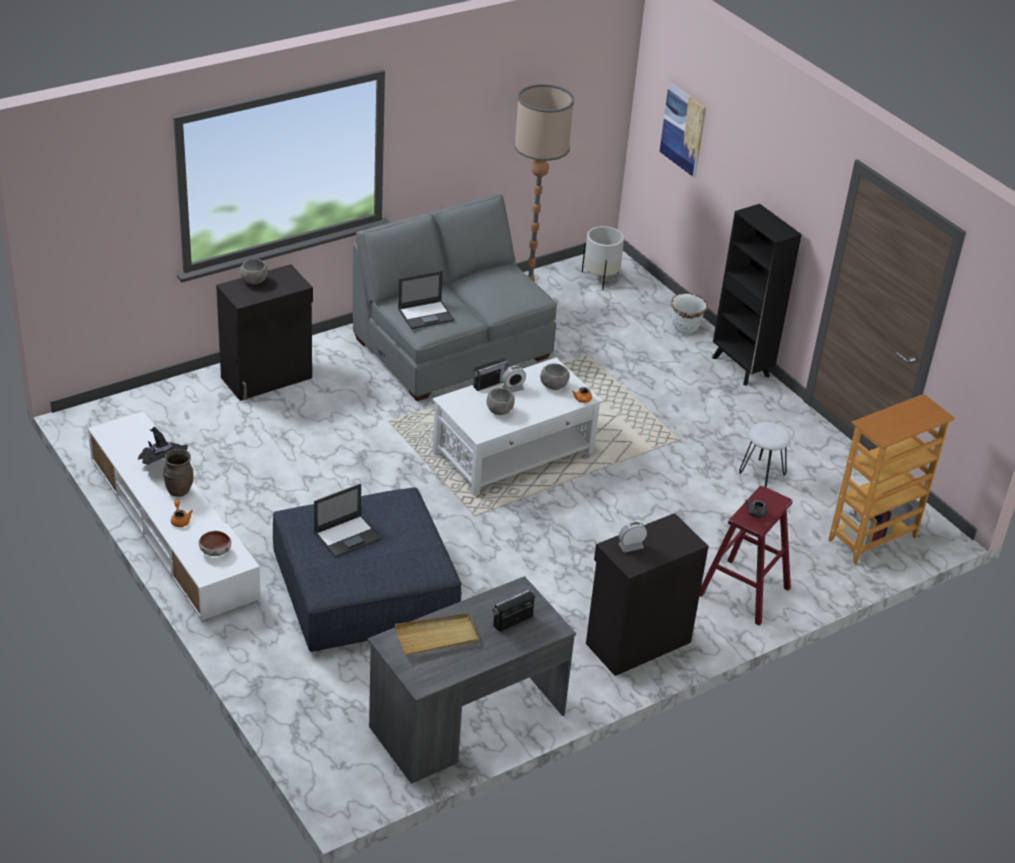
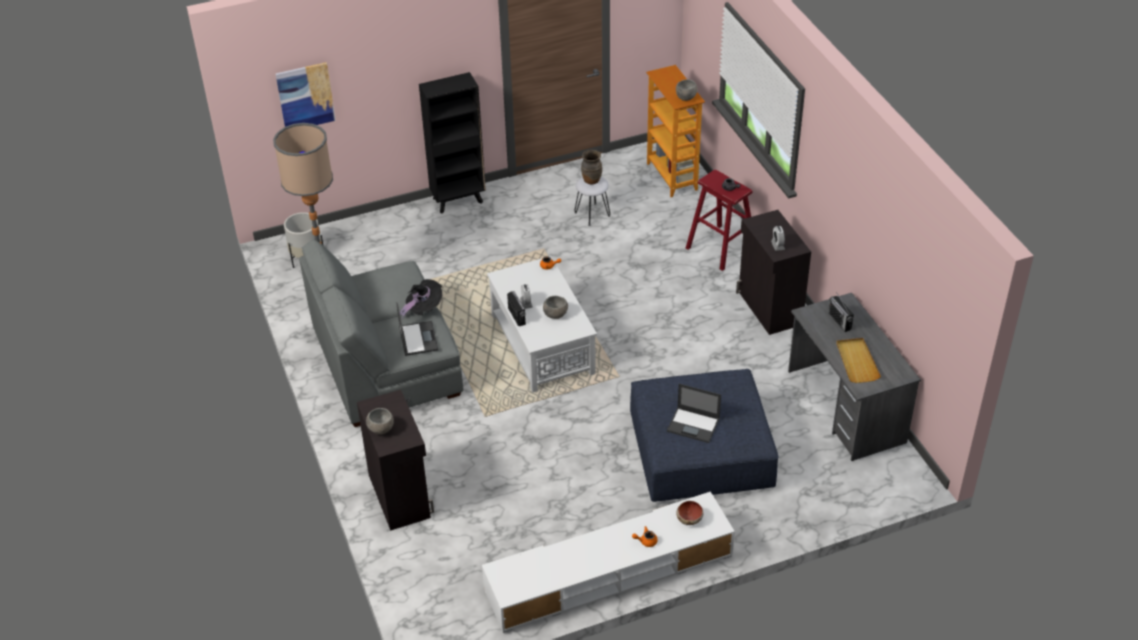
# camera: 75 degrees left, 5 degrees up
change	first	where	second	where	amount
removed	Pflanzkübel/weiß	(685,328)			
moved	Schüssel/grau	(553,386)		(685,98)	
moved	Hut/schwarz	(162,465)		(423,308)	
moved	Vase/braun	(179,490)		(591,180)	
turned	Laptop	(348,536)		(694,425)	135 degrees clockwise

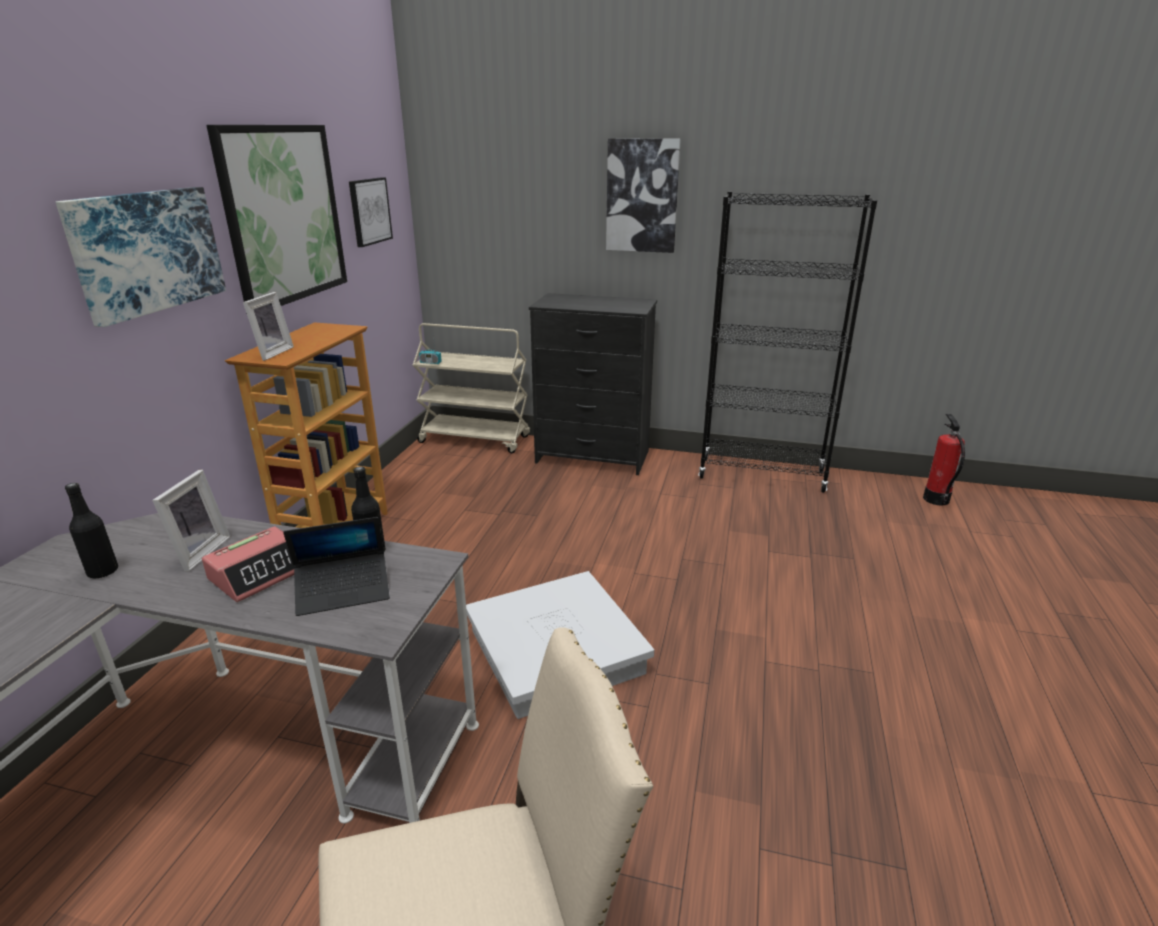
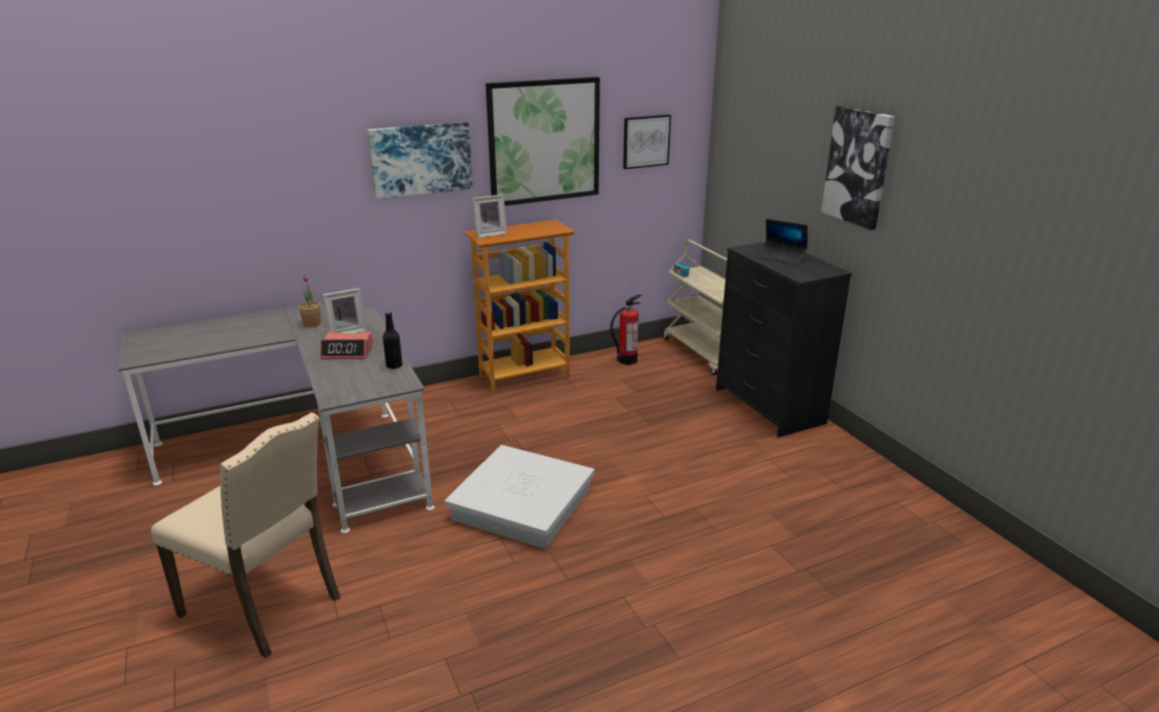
# camera: 50 degrees right, 0 degrees up
change	first	where	second	where	amount
removed	Bücherregal/schwarz	(761,475)			
moved	Feuerlöscher	(936,499)		(627,360)	
replaced	Flasche/schwarz	(103,572)	Topfpflanze	(312,324)	
moved	Laptop	(343,591)		(781,258)	

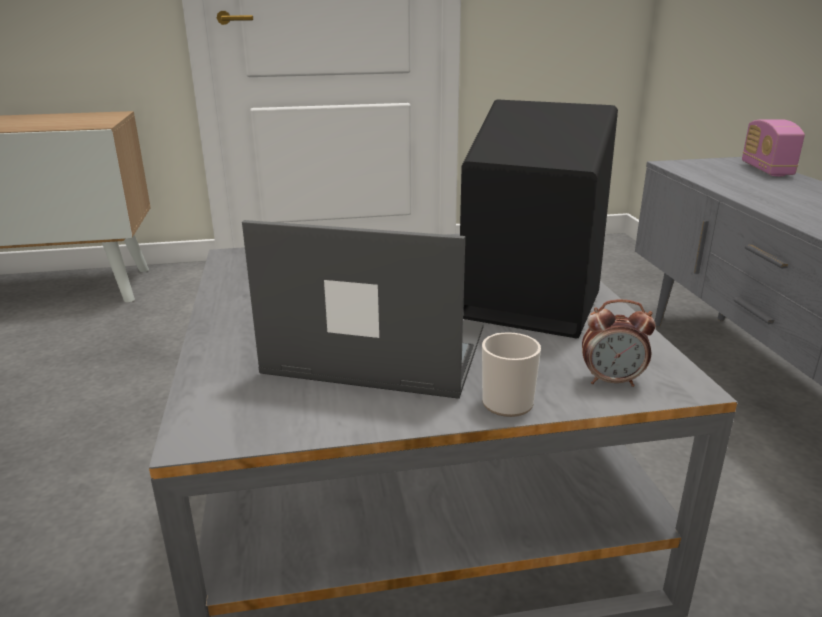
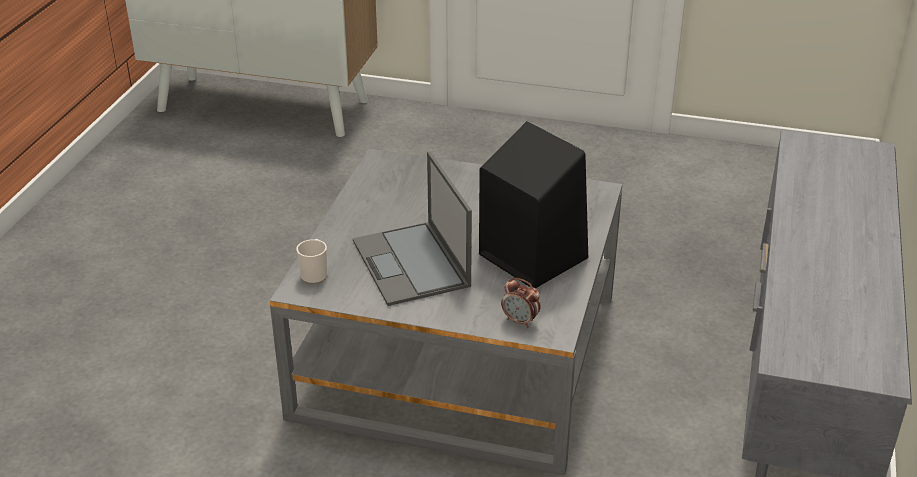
# camera: 25 degrees right, 10 degrees up
change	first	where	second	where	amount
removed	Radio	(766,170)			
turned	Laptop	(374,350)		(412,264)	150 degrees counterclockwise
moved	Henkelbecher	(505,399)		(314,274)	

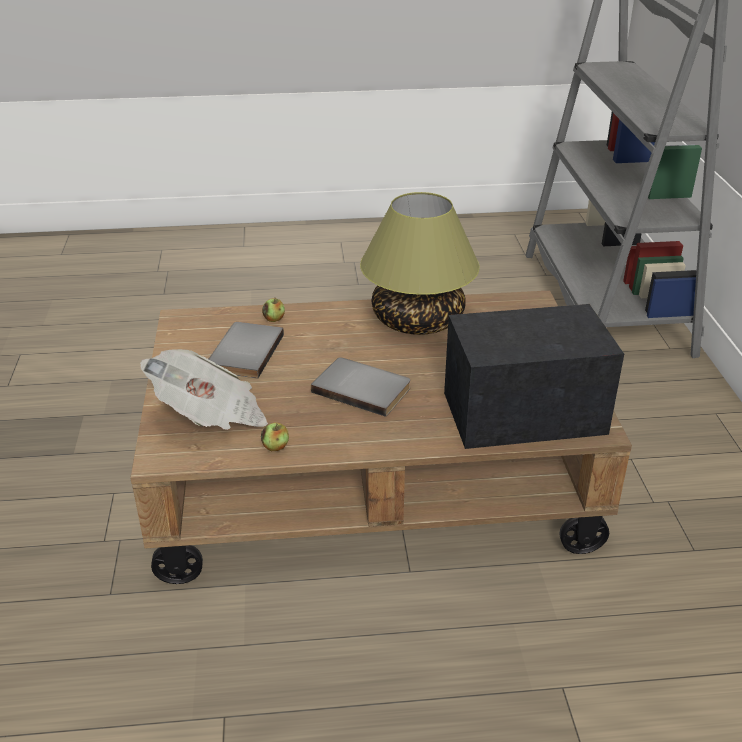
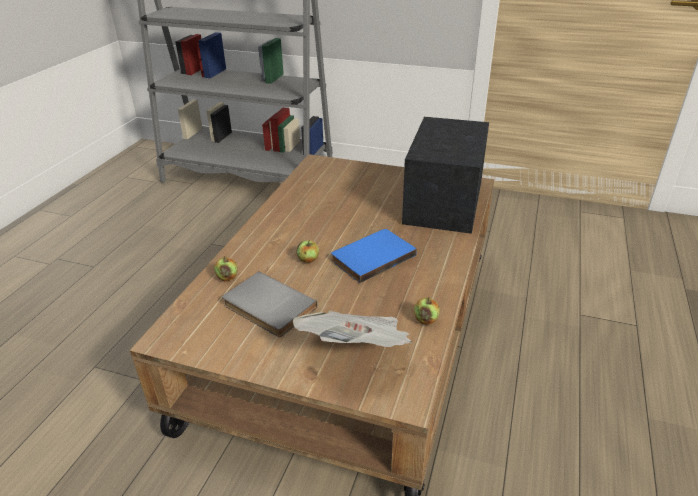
# camera: 65 degrees left, 0 degrees up
change	first	where	second	where	amount
removed	Tischlampe	(418,321)			
recoloured	Buch/grau	(363,388)	Buch/blau	(371,256)	
added			Apfel	(308,259)	

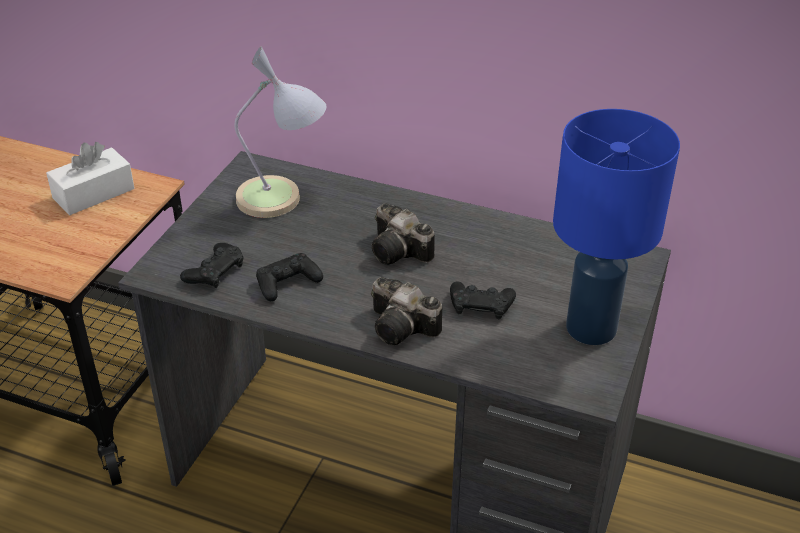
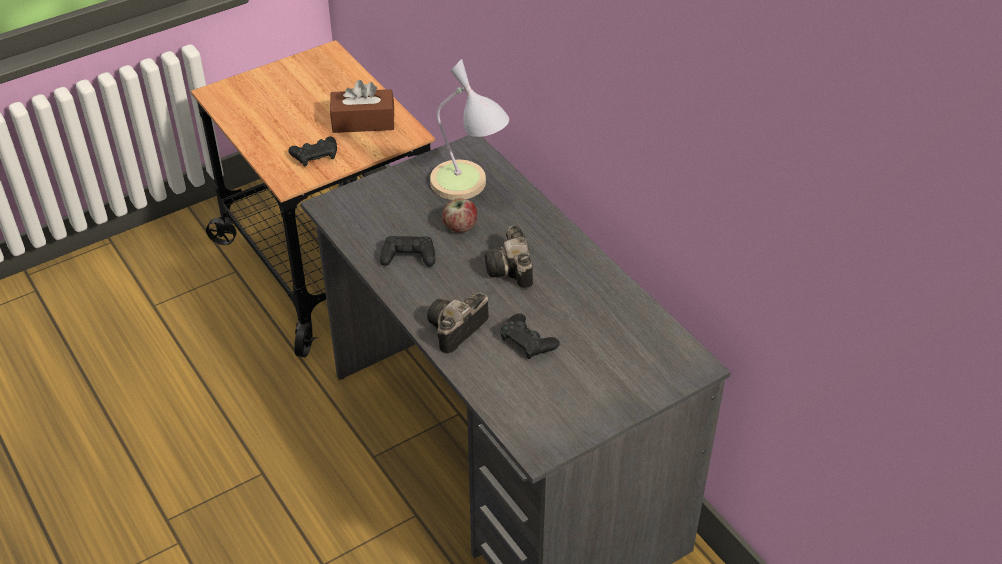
# camera: 35 degrees right, 5 degrees up
change	first	where	second	where	amount
removed	Tischlampe/blau	(591,329)			
recoloured	Taschentuchbox/weiß	(93,193)	Taschentuchbox/braun	(363,121)	
moved	Gamepad/schwarz	(214,272)		(315,155)	
turned	Kamera	(404,328)		(454,331)	60 degrees clockwise
added			Apfel	(460,226)	

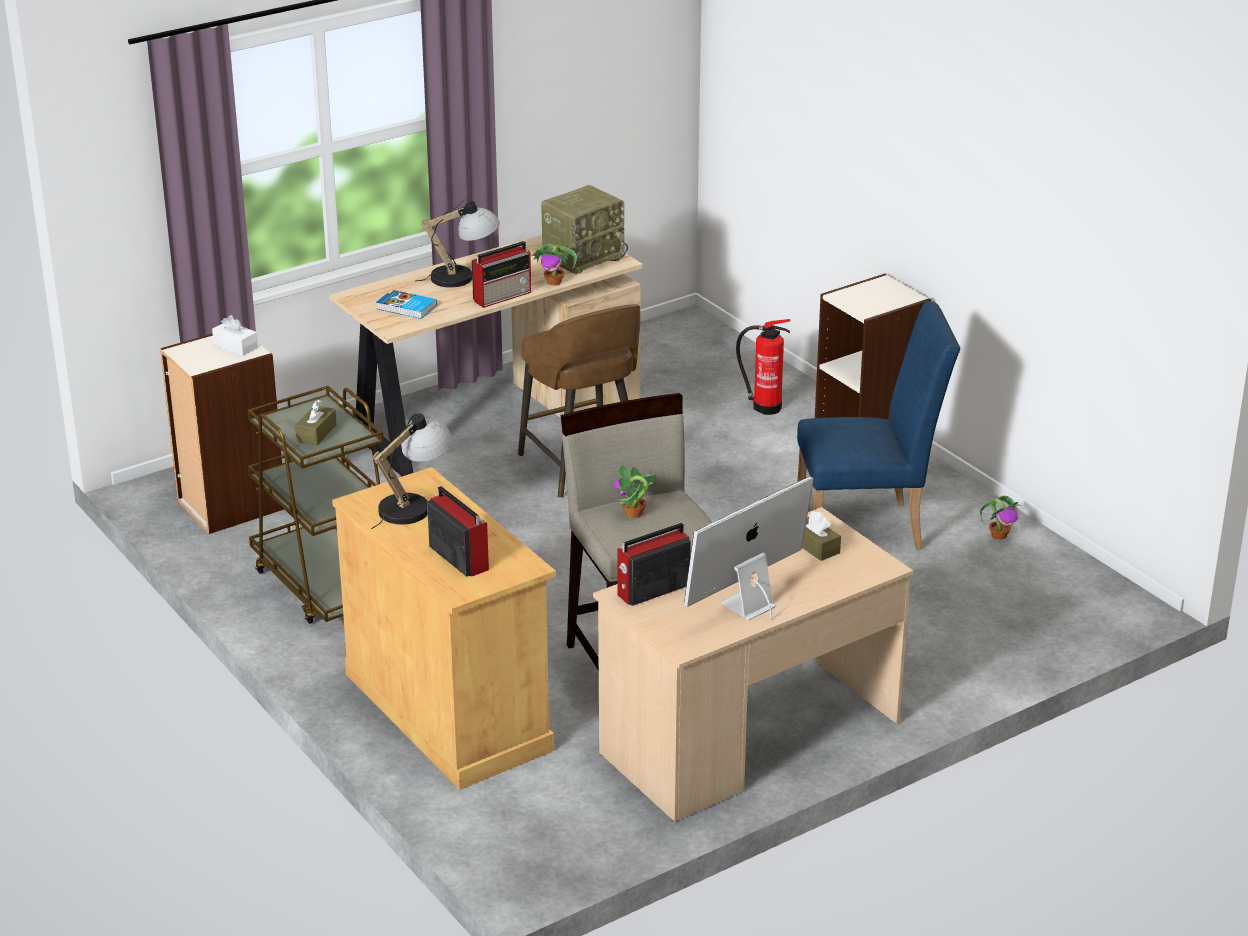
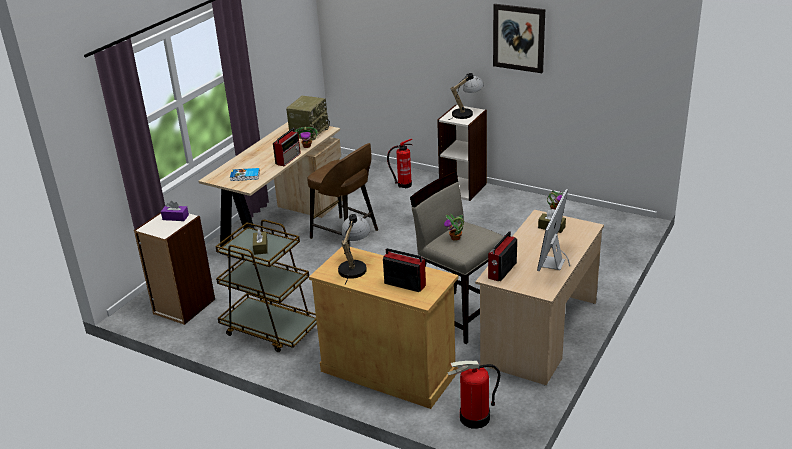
# camera: 25 degrees left, 0 degrees up
change	first	where	second	where	amount
moved	Tischlampe	(463,277)		(466,113)	
removed	Stuhl/blau	(869,528)			
recoloured	Taschentuchbox/weiß	(235,346)	Taschentuchbox/lila	(175,217)	
added			Bild	(519,38)	
added			Feuerlöscher	(474,418)	

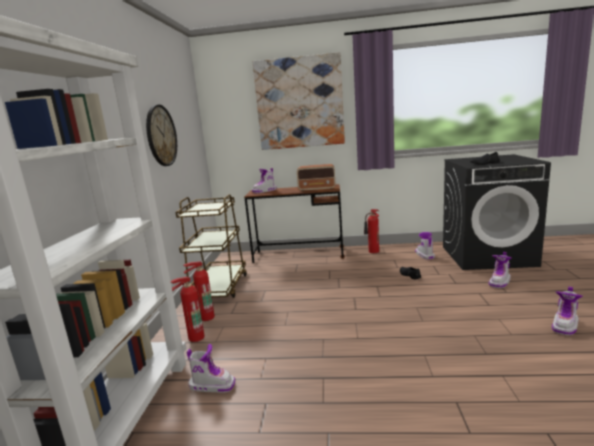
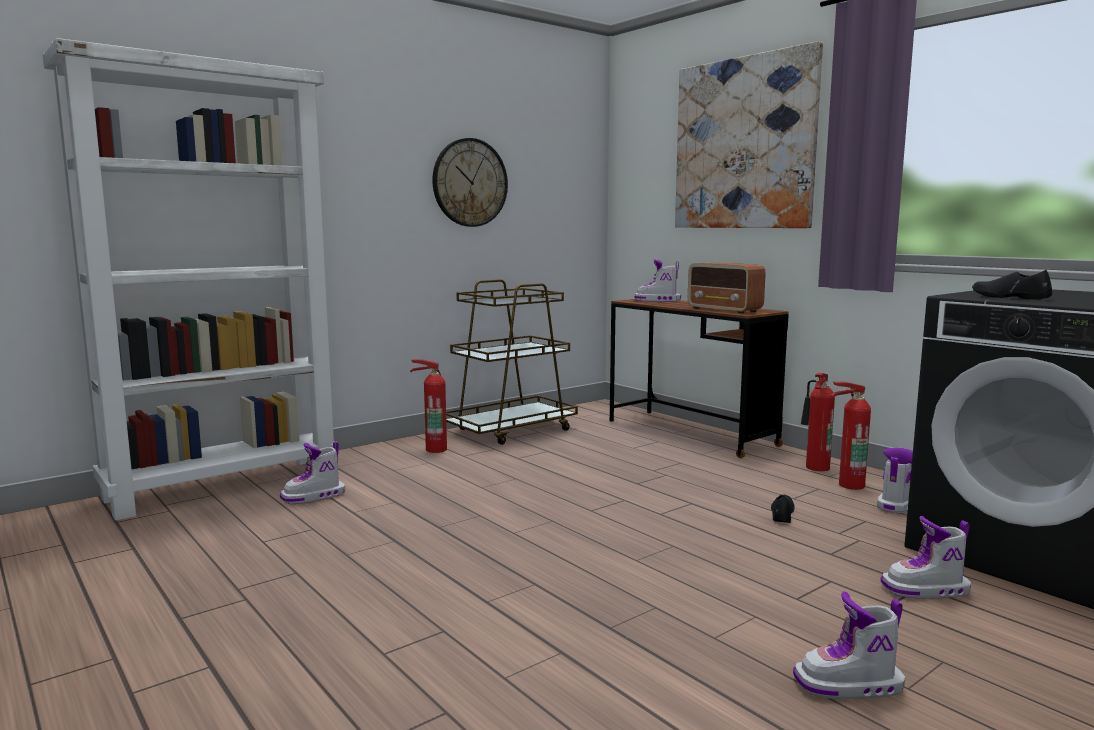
# camera: 45 degrees right, 5 degrees down
change	first	where	second	where	amount
moved	Feuerlöscher	(194,338)		(848,485)	
turned	Stiefel	(212,385)		(314,497)	90 degrees clockwise

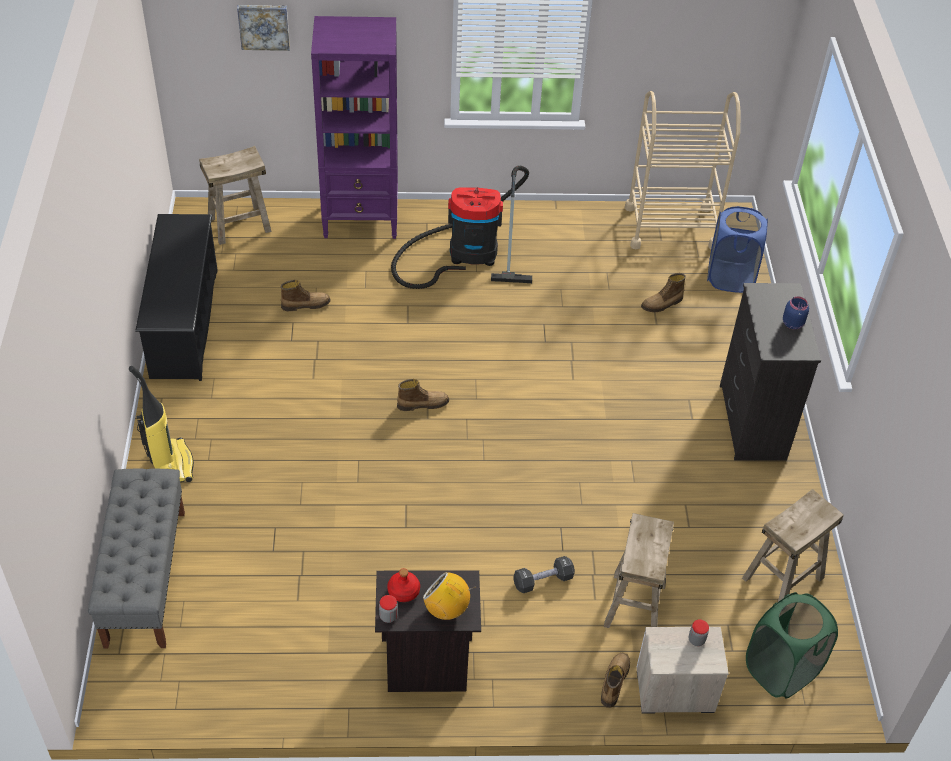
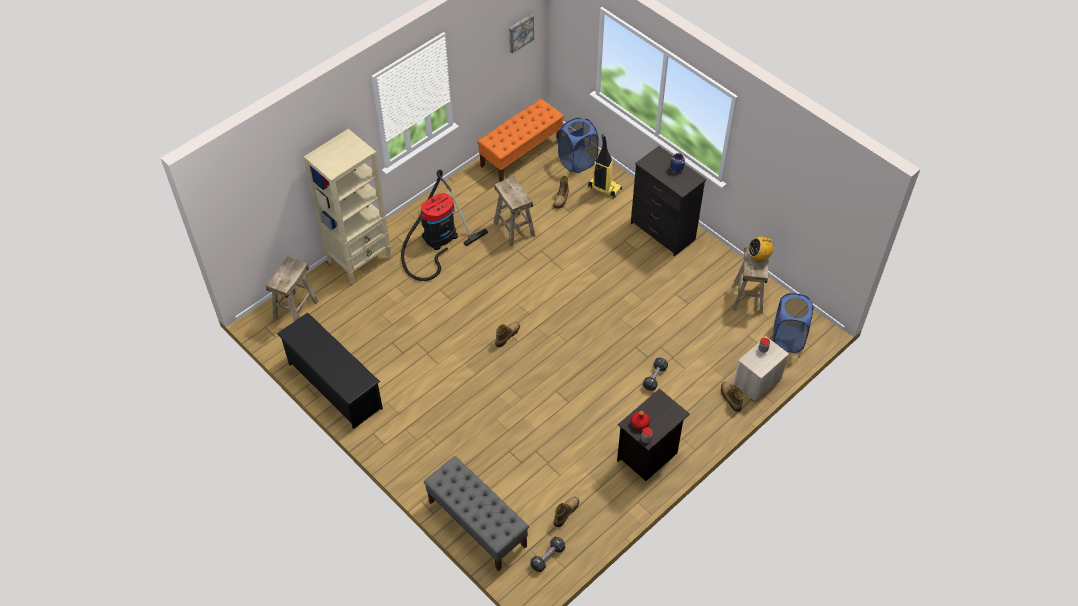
# camera: 40 degrees left, 5 degrees up
change	first	where	second	where	amount
moved	Bild	(264,26)		(520,33)	
recoloured	Bücherregal/lila	(361,220)	Bücherregal/beige	(360,259)	
replaced	Rollwagen/beige	(670,227)	Bank/orange	(521,153)	
moved	Stiefel	(305,304)		(565,512)	
moved	Staubsauger	(171,463)		(604,188)	
moved	Hocker/beige	(634,604)		(514,229)	
moved	Radio	(446,610)		(759,257)	
recoloured	Wäschekorb/grün	(781,670)	Wäschekorb/blau	(787,338)	
added			Hantel/schwarz	(547,557)	

